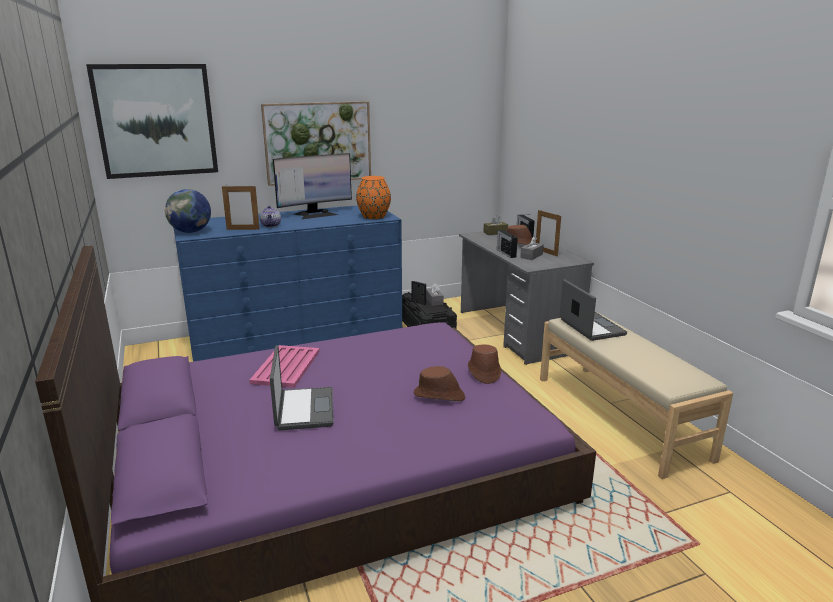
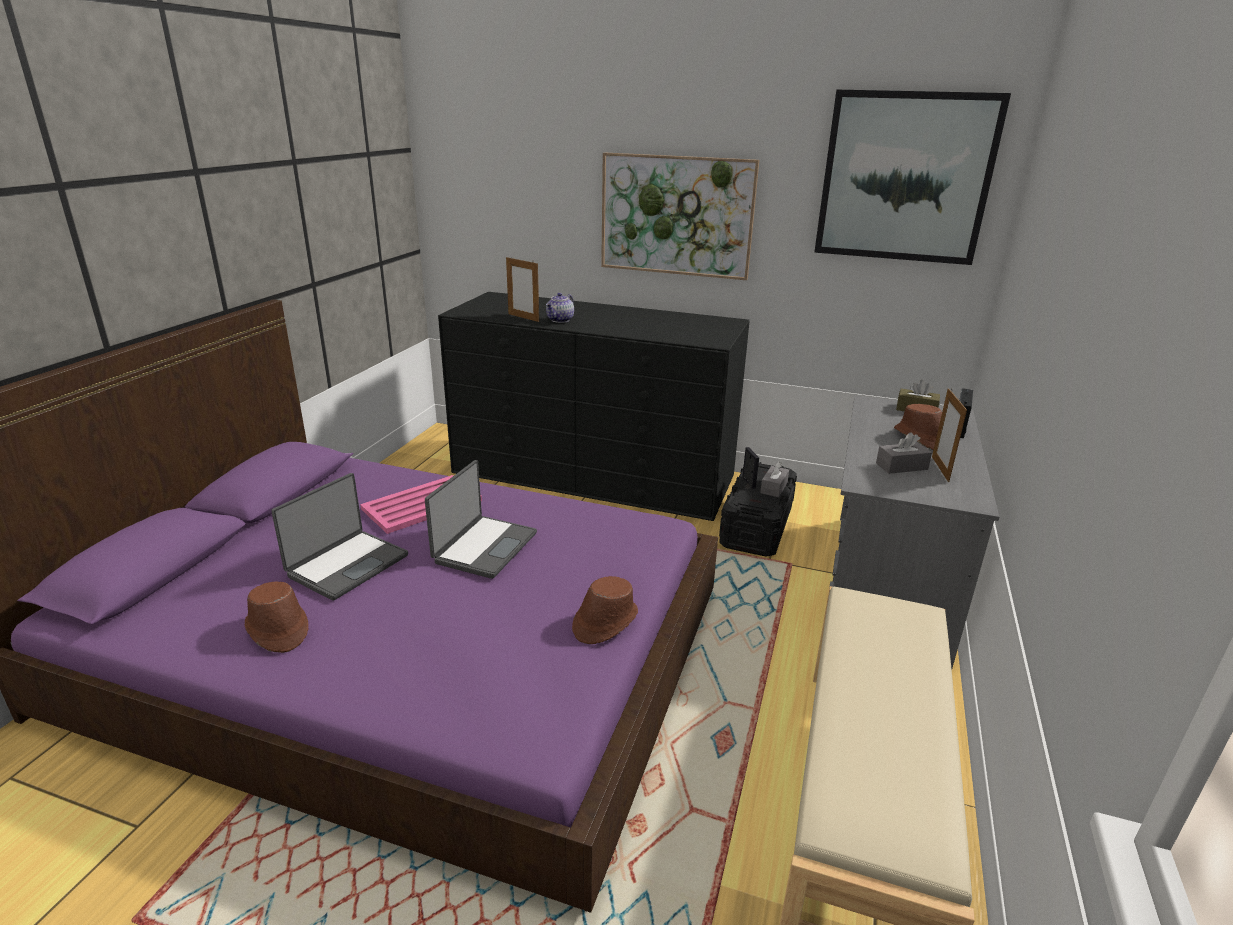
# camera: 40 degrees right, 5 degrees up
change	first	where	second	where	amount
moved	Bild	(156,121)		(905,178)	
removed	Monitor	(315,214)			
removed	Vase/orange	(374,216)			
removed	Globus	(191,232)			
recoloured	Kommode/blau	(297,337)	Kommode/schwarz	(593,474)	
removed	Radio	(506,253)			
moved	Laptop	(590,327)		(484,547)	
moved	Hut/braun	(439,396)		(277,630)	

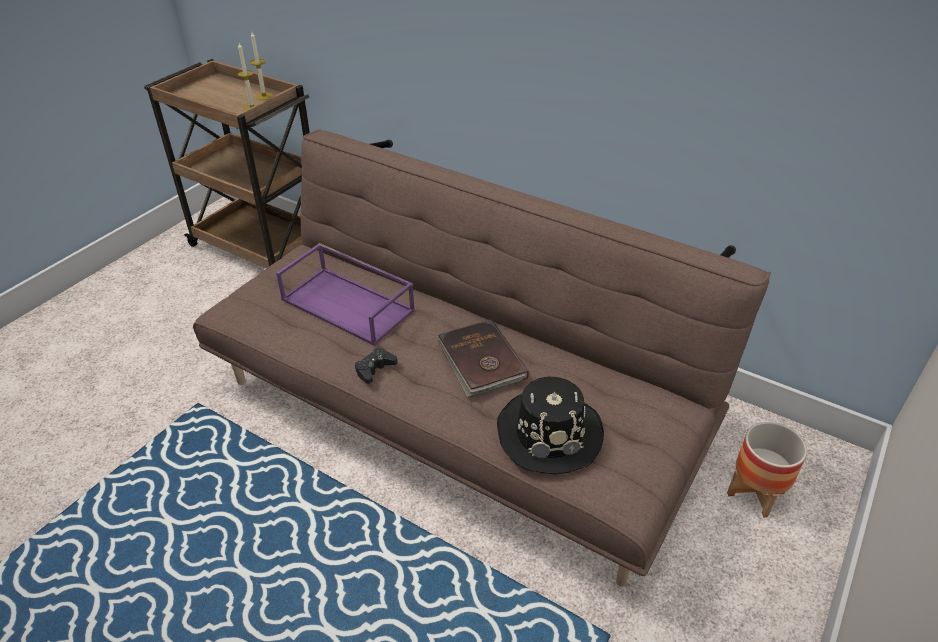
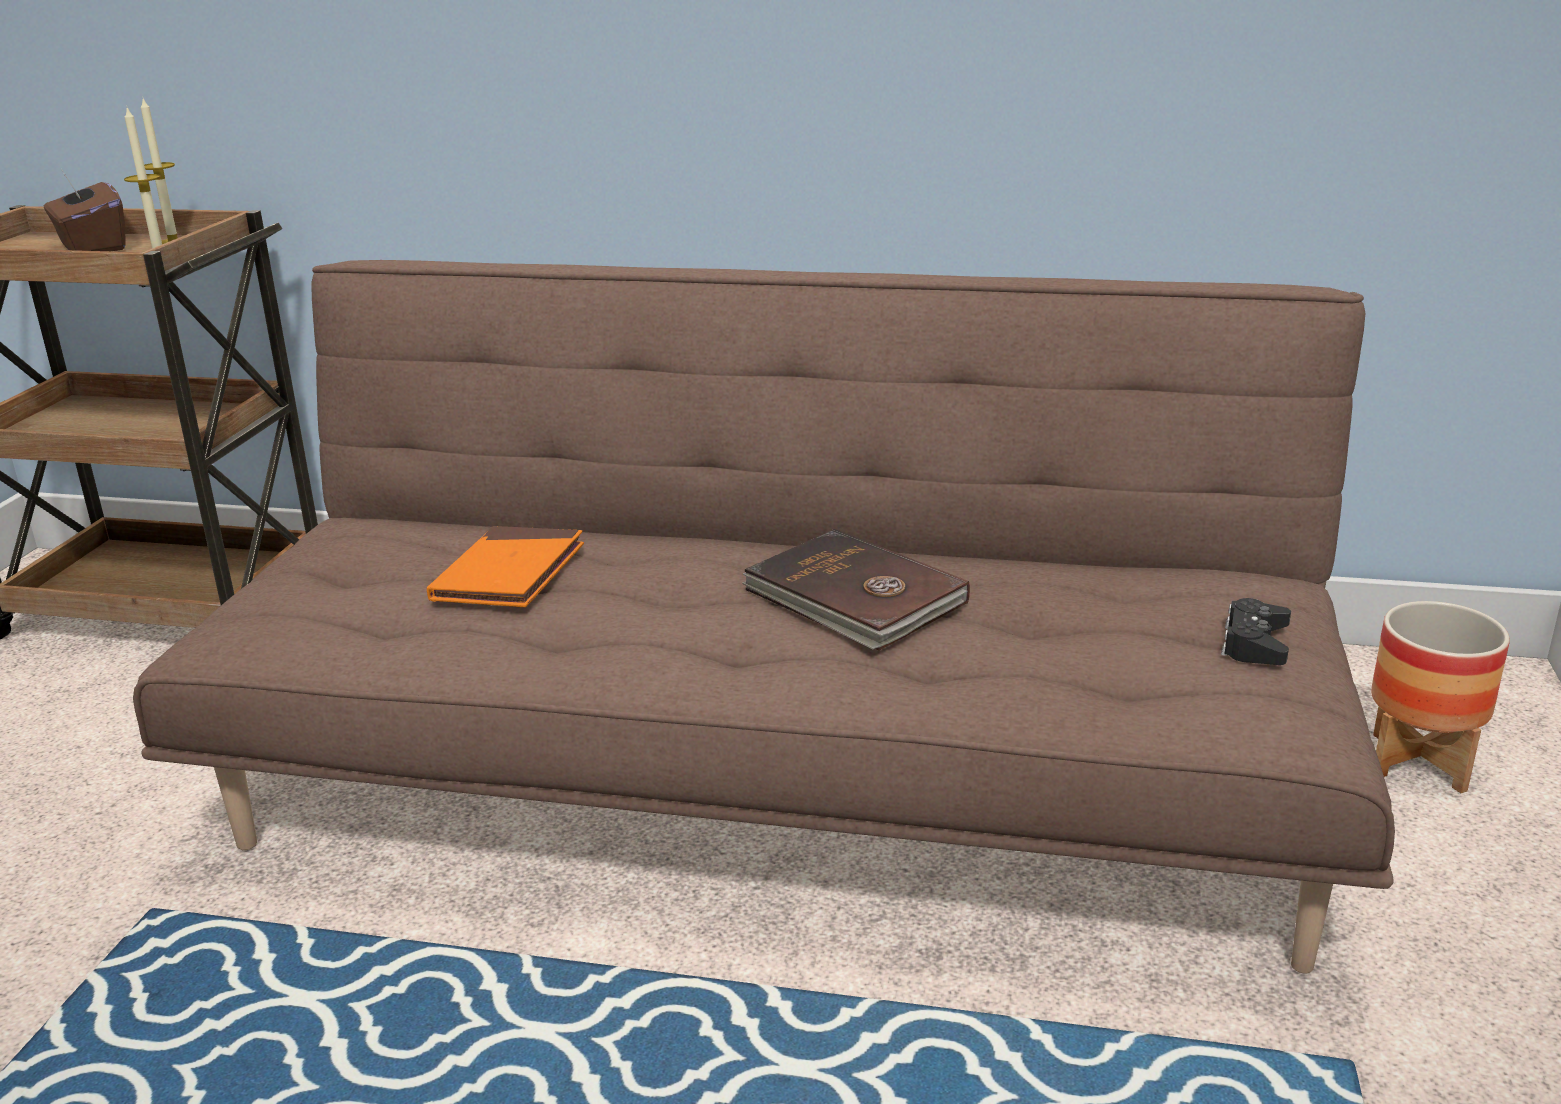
# camera: 20 degrees left, 15 degrees down
change	first	where	second	where	amount
replaced	Tablett/lila	(349,305)	Buch/orange	(509,574)	
moved	Gamepad/schwarz	(375,369)		(1255,643)	
removed	Hut/schwarz	(549,433)			
added			Taschentuchbox/braun	(91,247)	

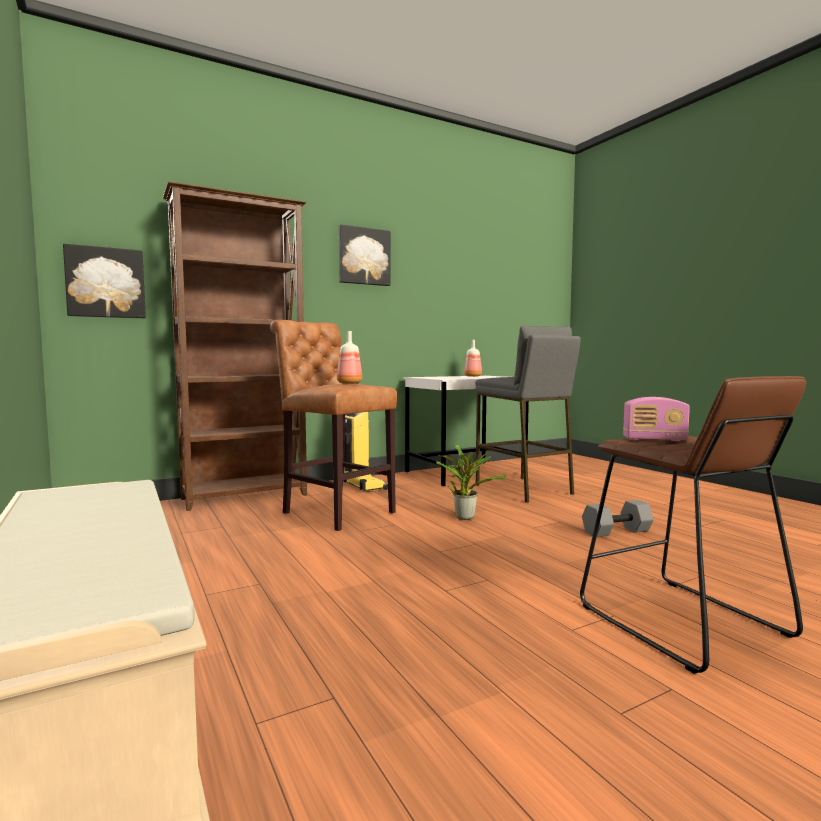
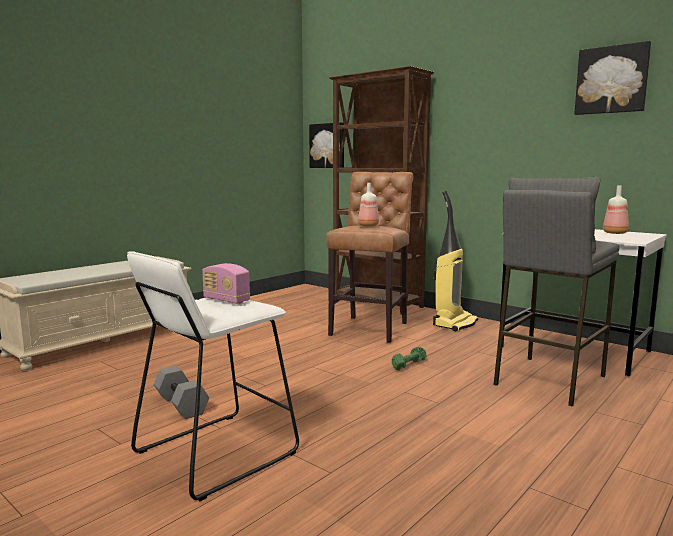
# camera: 70 degrees right, 5 degrees up
change	first	where	second	where	amount
moved	Bild	(363,256)		(612,80)	
recoloured	Hocker/braun	(681,621)	Hocker/weiß	(216,452)	
turned	Radio	(654,440)		(226,300)	45 degrees counterclockwise
replaced	Topfpflanze	(464,516)	Hantel/grün	(408,365)	
moved	Hantel/grau	(616,531)		(182,405)	

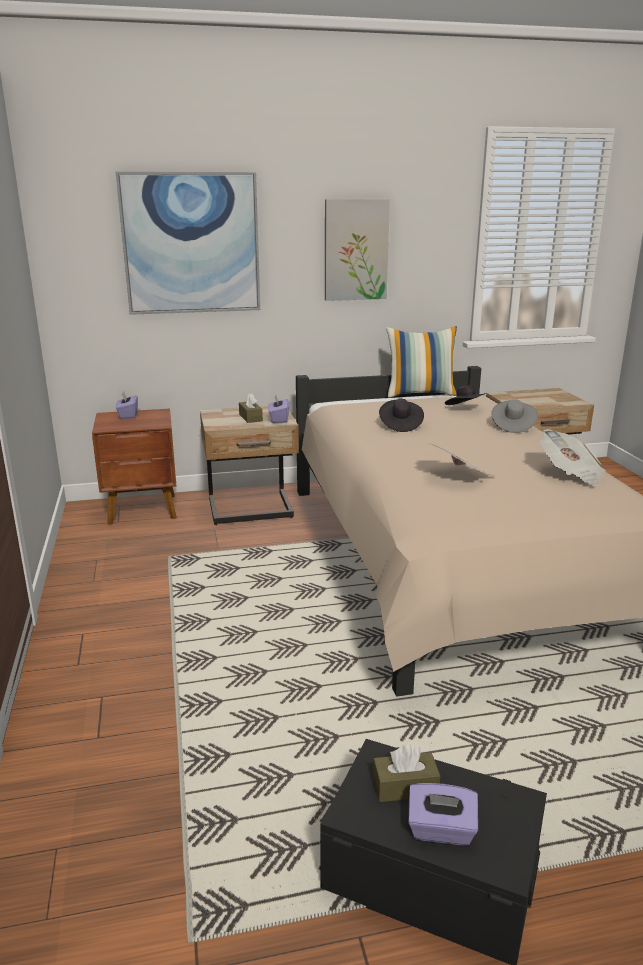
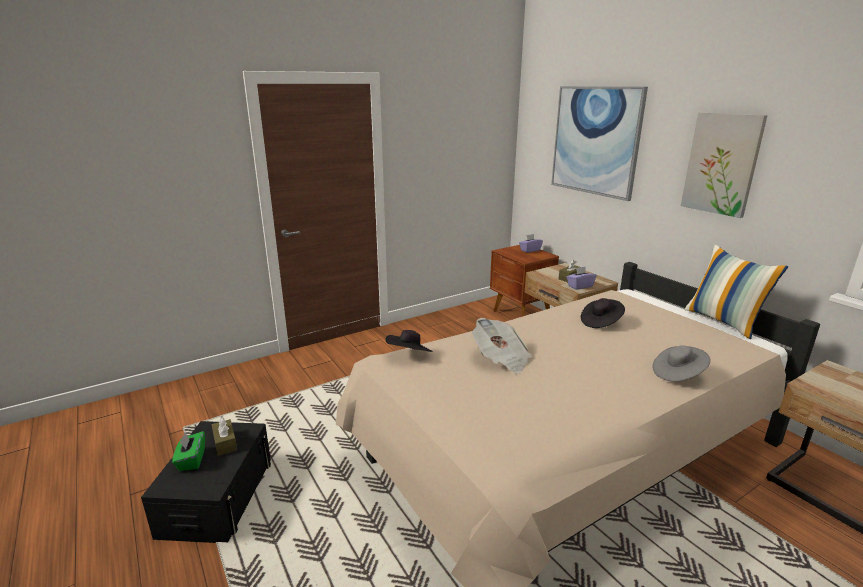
# camera: 70 degrees right, 0 degrees up
change	first	where	second	where	amount
moved	Hut/schwarz	(465,409)		(409,355)	
removed	Zeitung	(571,474)			
recoloured	Taschentuchbox/lila	(441,830)	Taschentuchbox/grün	(191,460)	

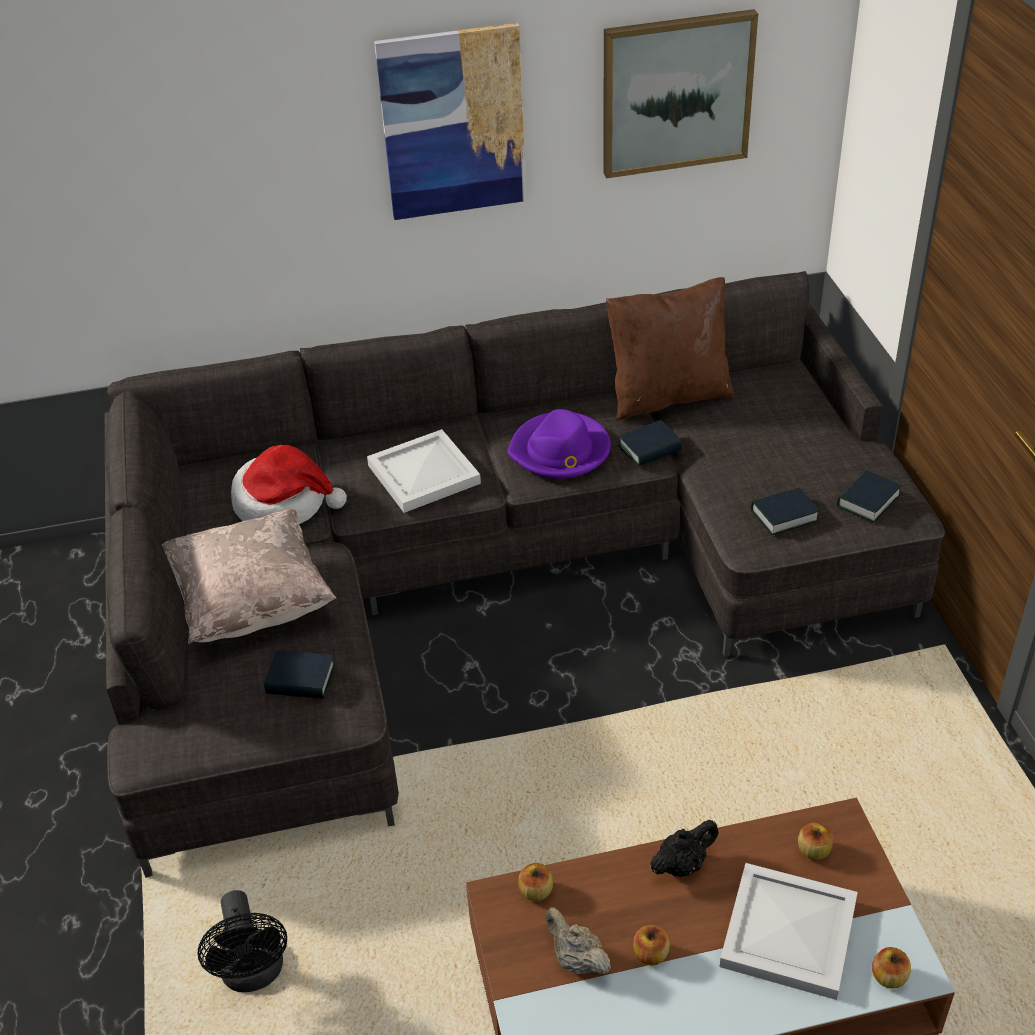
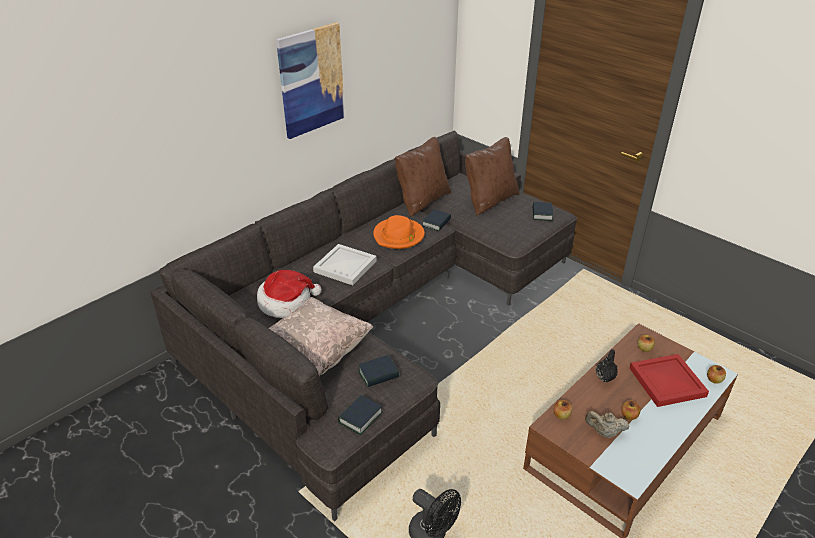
# camera: 35 degrees left, 5 degrees down
change	first	where	second	where	amount
removed	Bild	(676,93)			
recoloured	Hut/lila	(560,451)	Hut/orange	(399,236)	
moved	Buch	(784,516)		(360,417)	
recoloured	Tablett/weiß	(787,931)	Tablett/rot	(665,381)	
added			Kissen/braun	(489,200)	

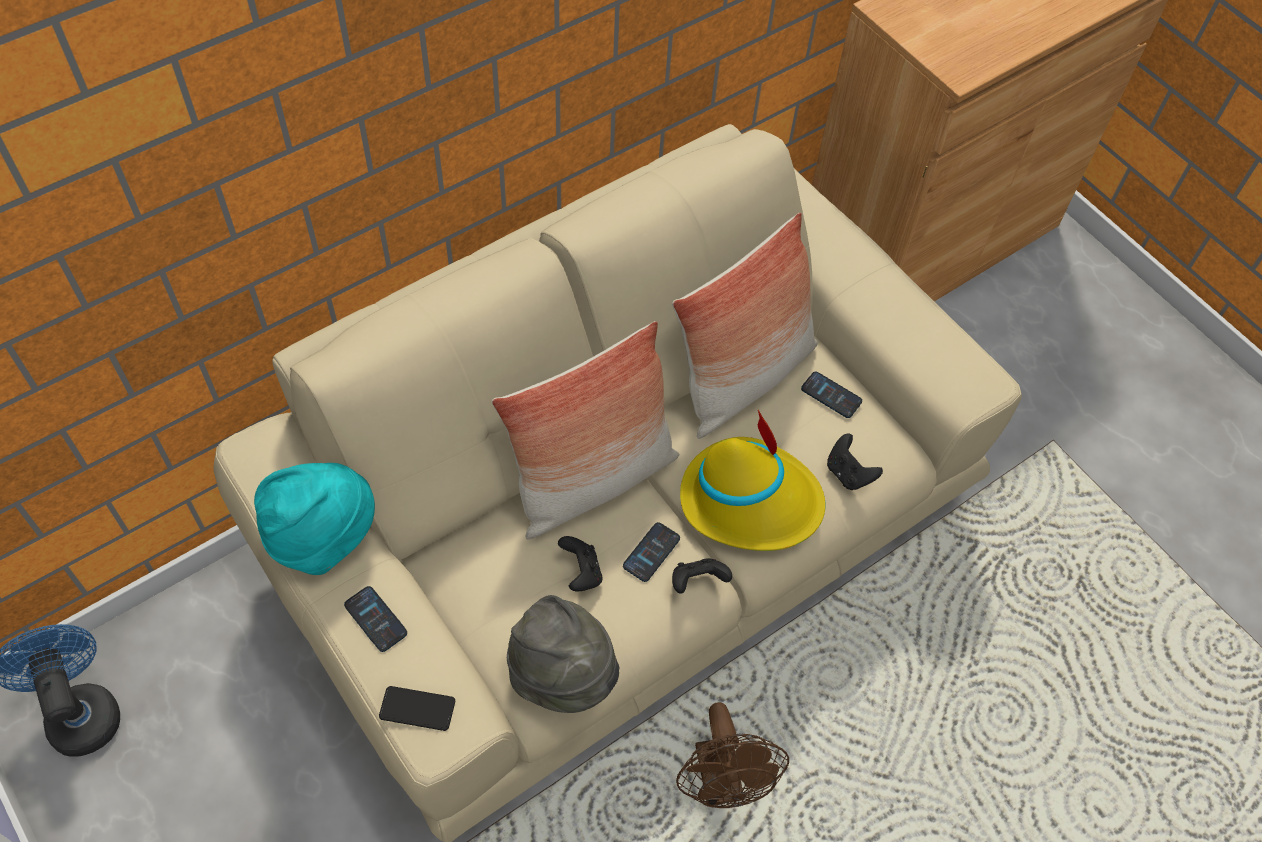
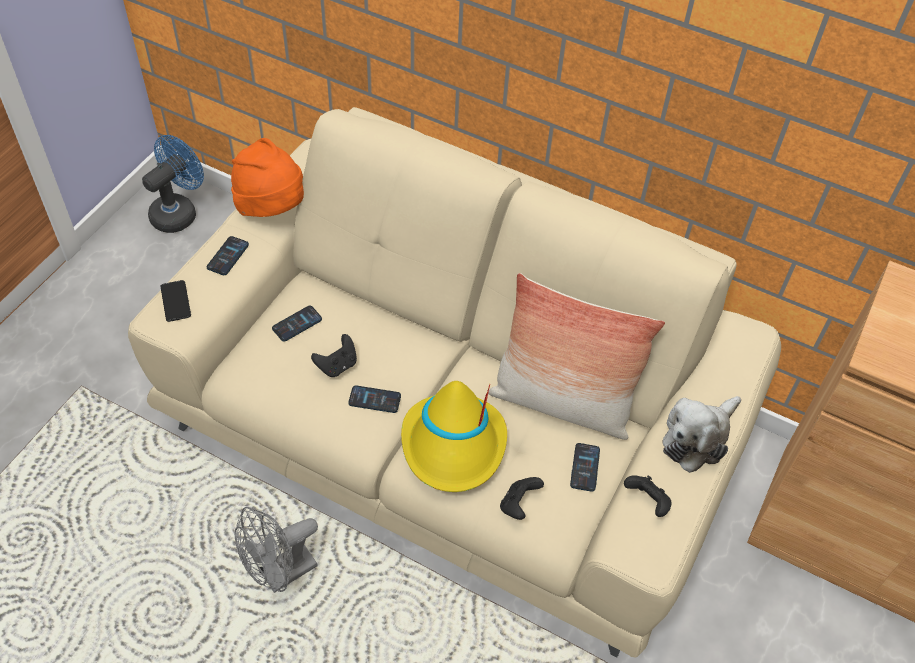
# camera: 65 degrees right, 5 degrees down
change	first	where	second	where	amount
removed	Kissen	(592,481)			
recoloured	Hut/türkis	(322,536)	Hut/orange	(272,207)	
moved	Gamepad/schwarz	(697,582)		(647,502)	
removed	Hut/grau	(563,674)			
recoloured	Ventilator/braun	(722,784)	Ventilator/grau	(281,574)	
added			Handy	(297,324)	
added			Plüschtier	(697,438)	

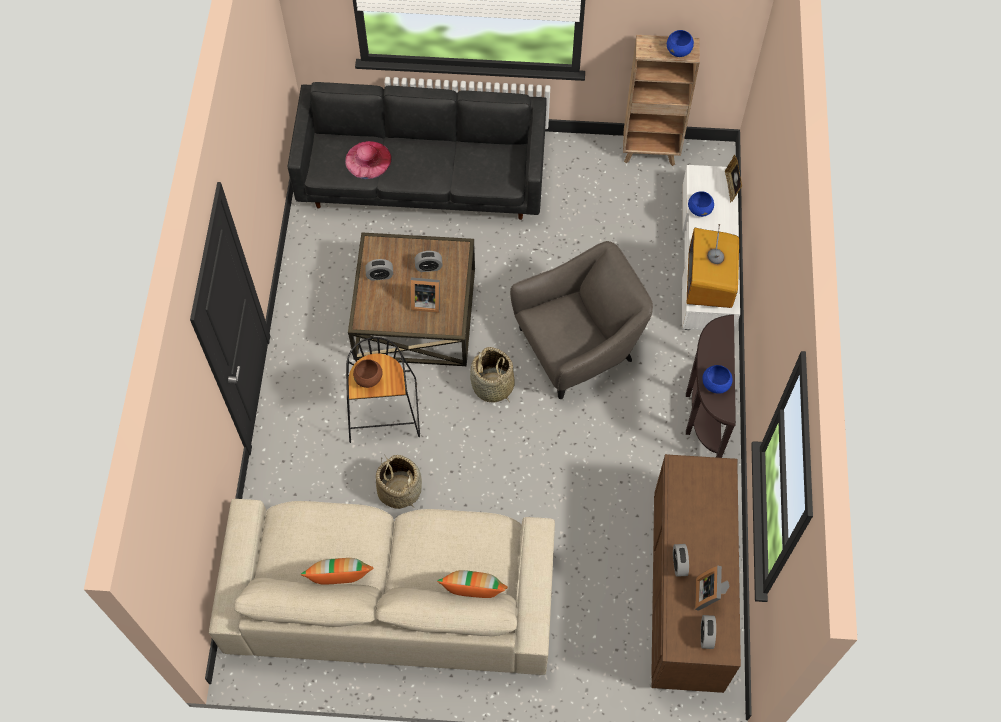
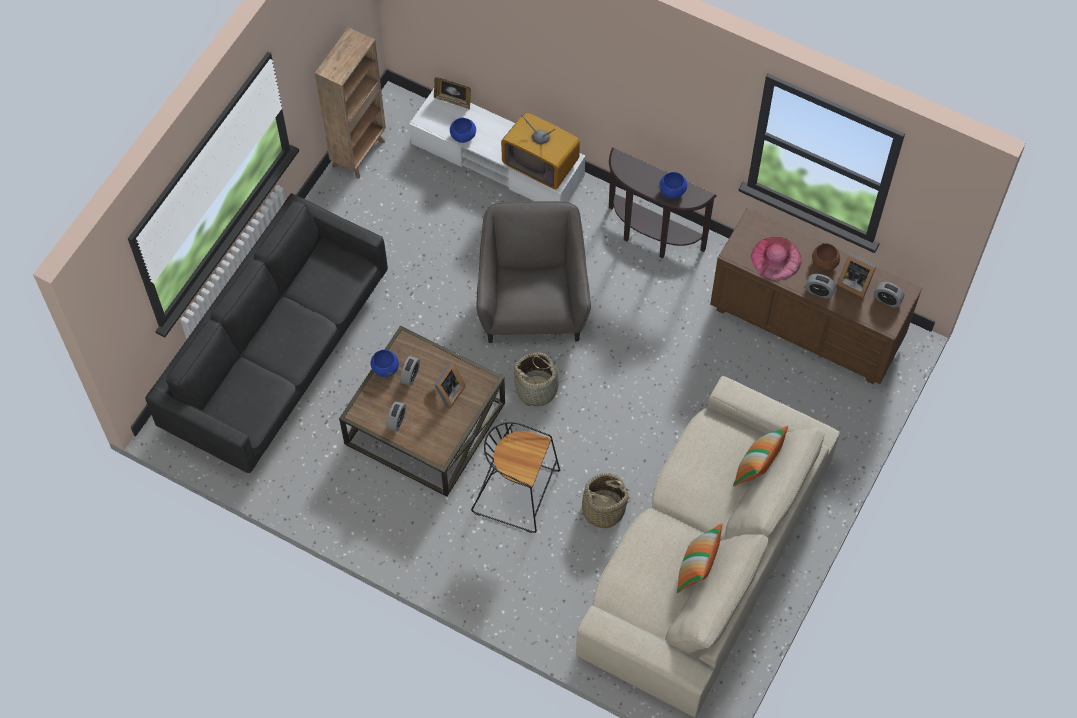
# camera: 65 degrees left, 0 degrees up
change	first	where	second	where	amount
moved	Schüssel/blau	(679,51)		(385,368)	
moved	Hut/rosa	(368,160)		(776,258)	
moved	Schüssel/braun	(369,378)		(825,262)	

